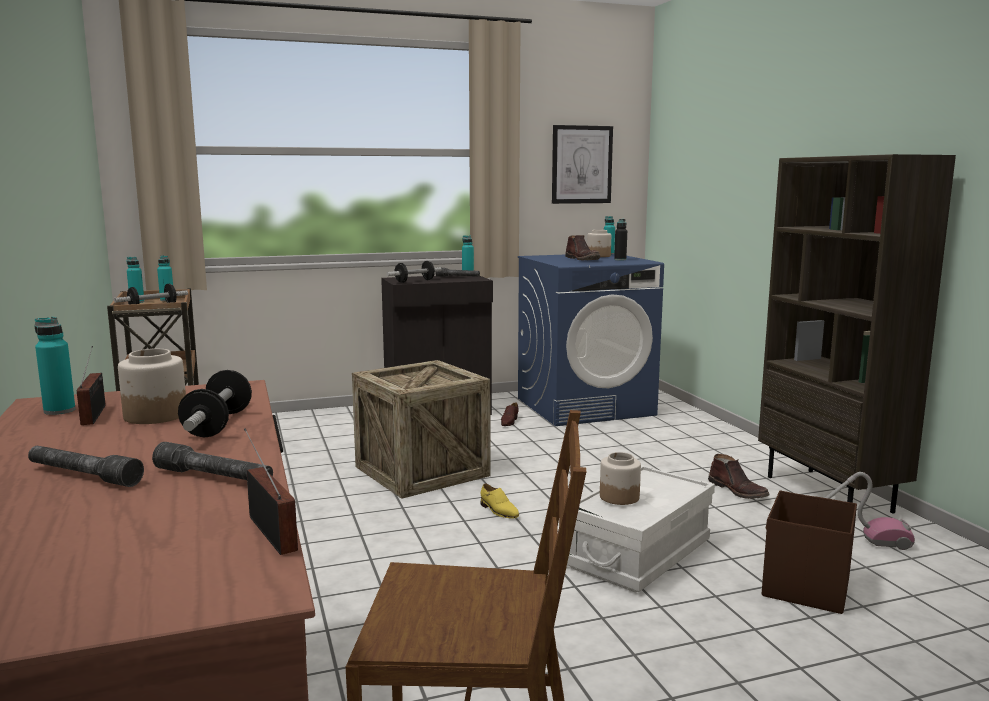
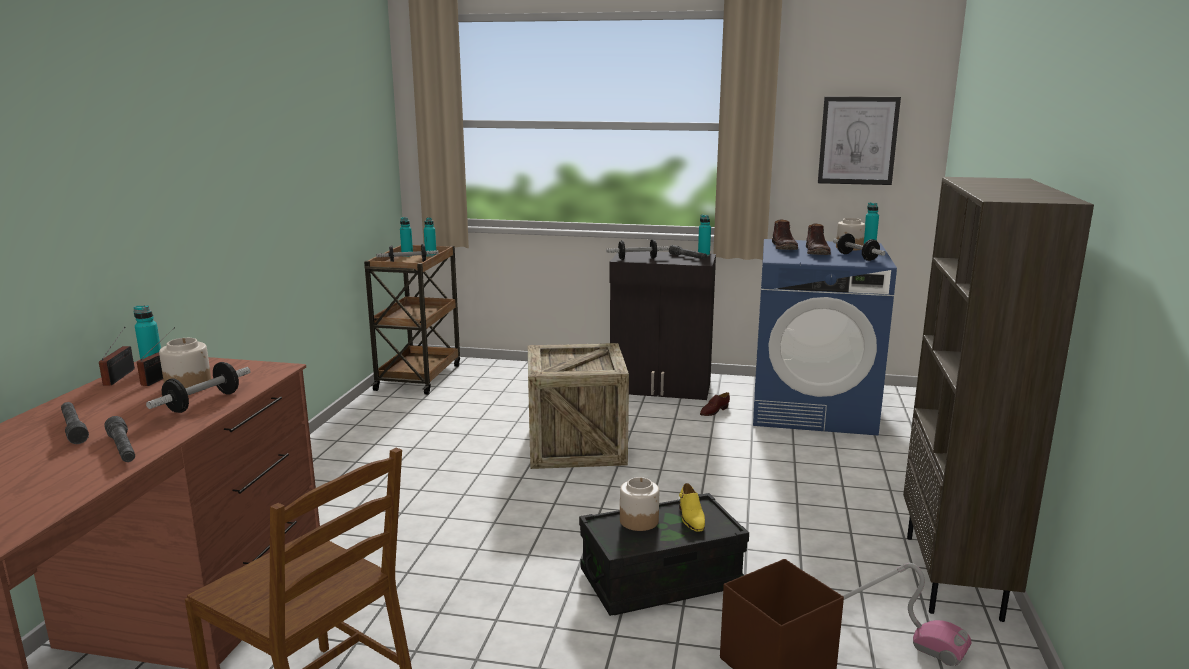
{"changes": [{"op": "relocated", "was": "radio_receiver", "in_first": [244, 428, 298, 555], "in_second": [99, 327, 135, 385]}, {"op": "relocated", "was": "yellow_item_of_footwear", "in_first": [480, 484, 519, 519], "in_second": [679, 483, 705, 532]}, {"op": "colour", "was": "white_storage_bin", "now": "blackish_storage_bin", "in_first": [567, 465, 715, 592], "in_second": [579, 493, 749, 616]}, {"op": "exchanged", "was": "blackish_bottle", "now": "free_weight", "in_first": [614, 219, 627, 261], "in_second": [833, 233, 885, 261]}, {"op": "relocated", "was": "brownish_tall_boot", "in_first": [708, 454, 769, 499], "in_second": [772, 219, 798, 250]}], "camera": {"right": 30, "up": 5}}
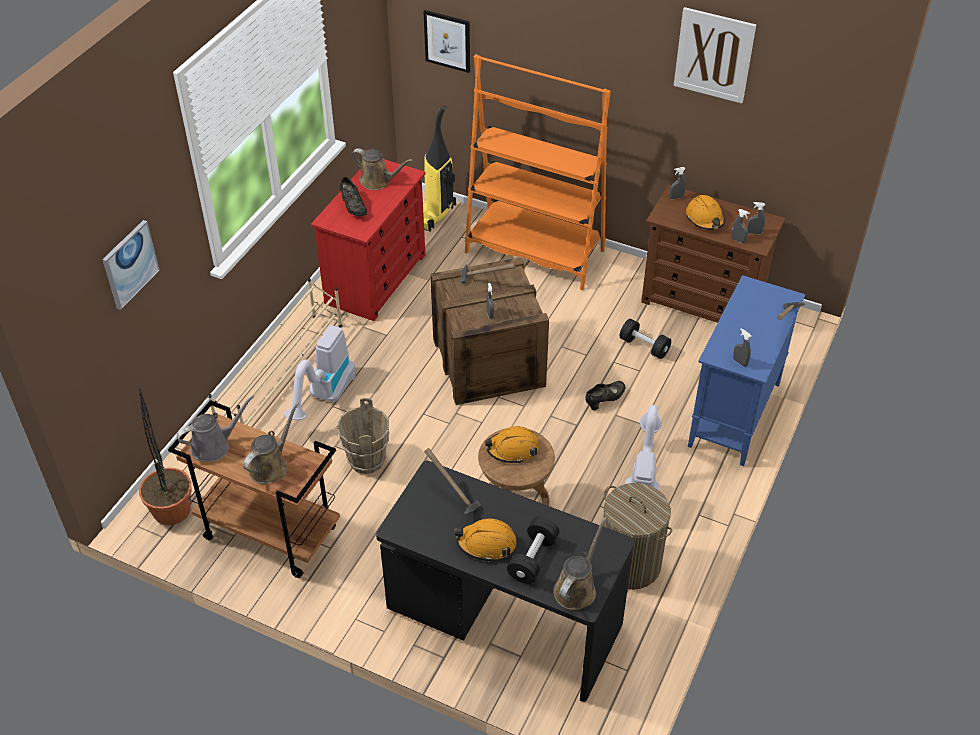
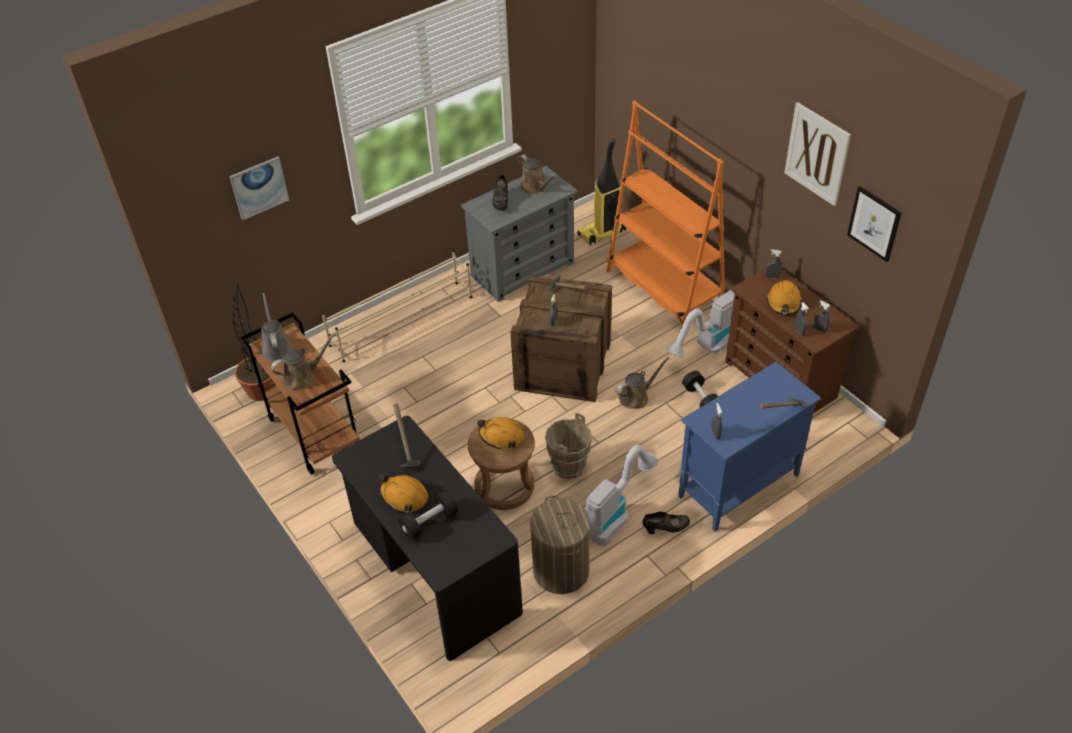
{"changes": [{"op": "spun", "was": "gray_sprinkling_can", "in_first": [177, 395, 255, 462], "in_second": [261, 293, 292, 361], "clockwise": -105}, {"op": "relocated", "was": "hoover", "in_first": [284, 325, 356, 420], "in_second": [667, 290, 735, 357]}, {"op": "colour", "was": "red_drawer_chest", "now": "gray_drawer_chest", "in_first": [311, 159, 426, 321], "in_second": [461, 166, 578, 302]}, {"op": "relocated", "was": "brownish_pail", "in_first": [337, 398, 389, 474], "in_second": [545, 413, 592, 479]}, {"op": "relocated", "was": "wall_picture", "in_first": [423, 10, 470, 73], "in_second": [847, 186, 901, 262]}, {"op": "relocated", "was": "brownish_sprinkling_can", "in_first": [553, 517, 607, 610], "in_second": [616, 357, 669, 409]}, {"op": "relocated", "was": "blackish_item_of_footwear", "in_first": [585, 381, 625, 410], "in_second": [643, 511, 690, 534]}], "camera": {"right": 30, "up": 0}}
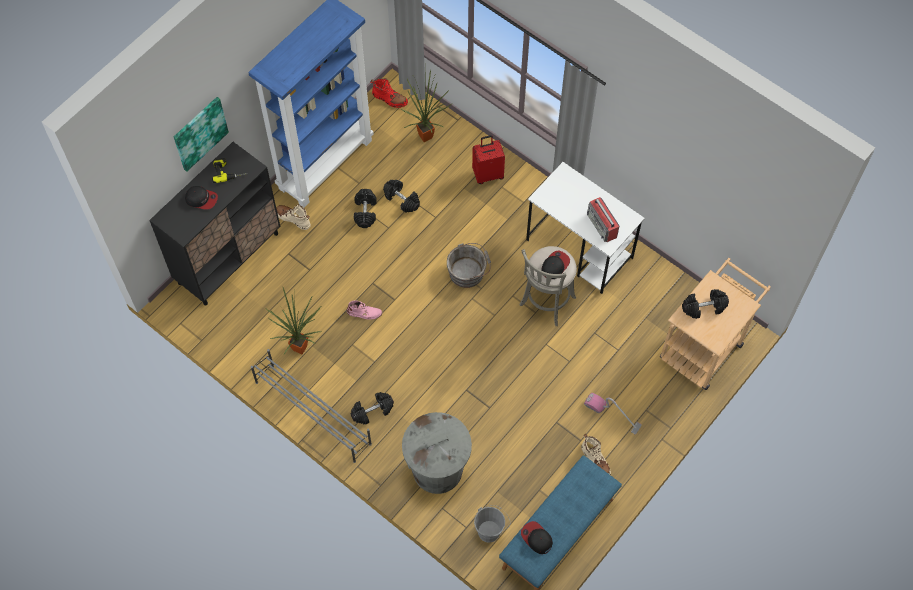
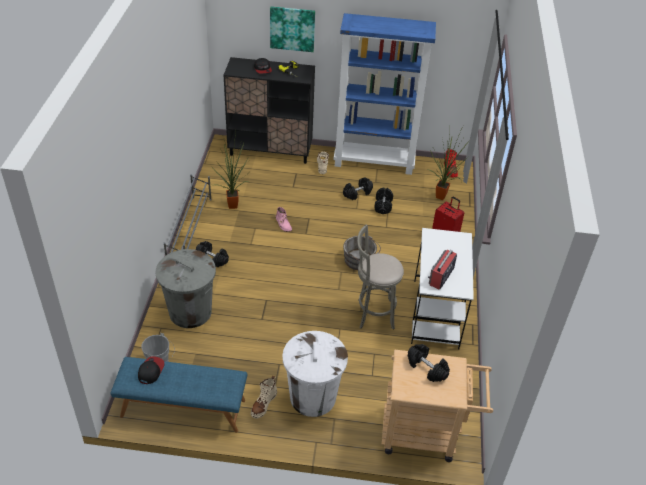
{"changes": [{"op": "missing", "was": "baseball_cap", "in_first": [541, 250, 570, 279]}, {"op": "exchanged", "was": "hoover", "now": "white_rubbish_bin", "in_first": [584, 393, 642, 435], "in_second": [282, 331, 348, 417]}], "camera": {"right": 55, "up": -20}}
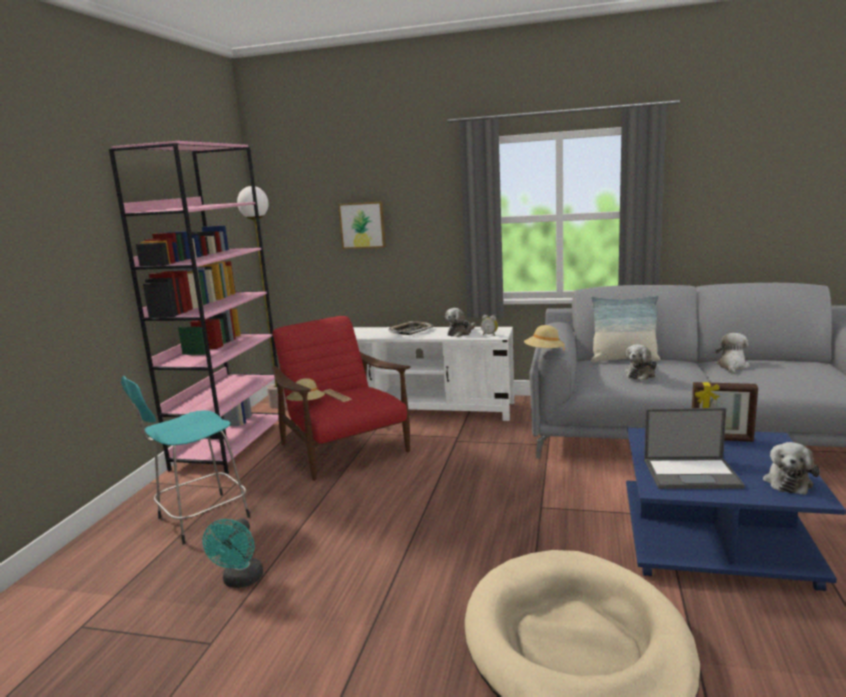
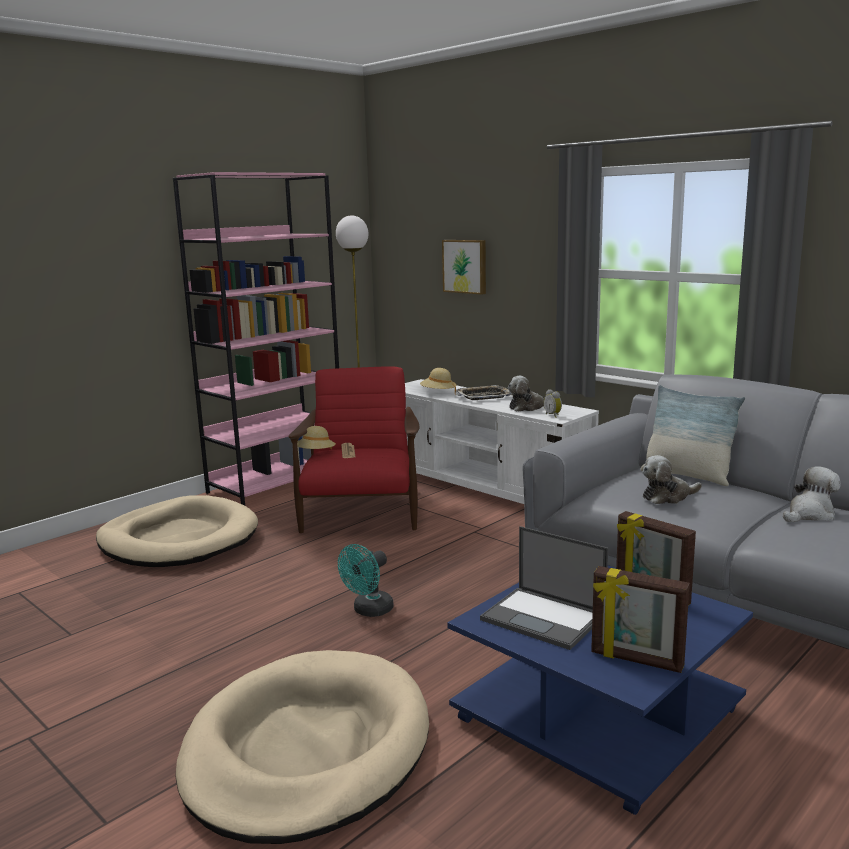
{"changes": [{"op": "exchanged", "was": "turquoise_sitting_stool", "now": "sand-coloured_dog_bed", "in_first": [121, 376, 250, 544], "in_second": [96, 495, 258, 567]}, {"op": "relocated", "was": "turquoise_electric_fan", "in_first": [202, 518, 263, 588], "in_second": [338, 544, 393, 617]}, {"op": "relocated", "was": "sand-coloured_wearable_hat", "in_first": [524, 325, 565, 350], "in_second": [420, 368, 457, 395]}, {"op": "exchanged", "was": "soft_toy", "now": "picture_frame", "in_first": [763, 442, 820, 495], "in_second": [591, 566, 690, 673]}], "camera": {"right": 30, "up": 0}}
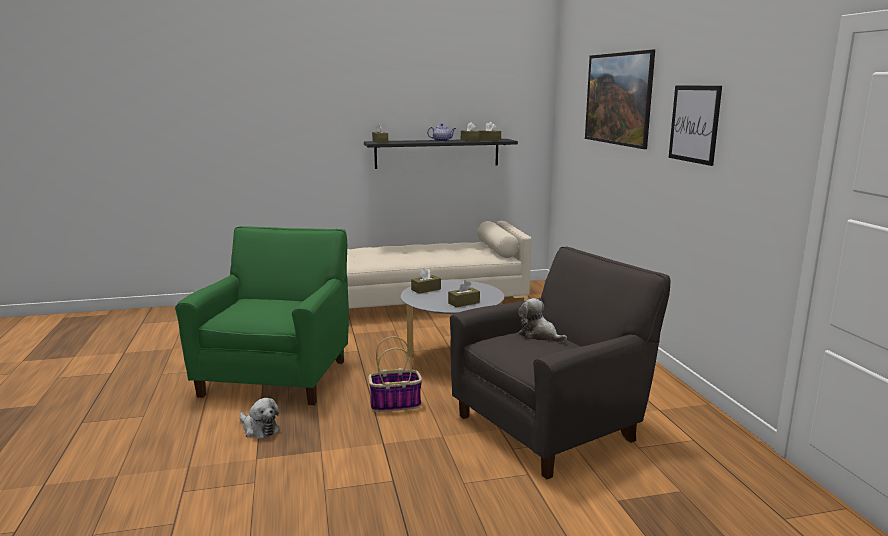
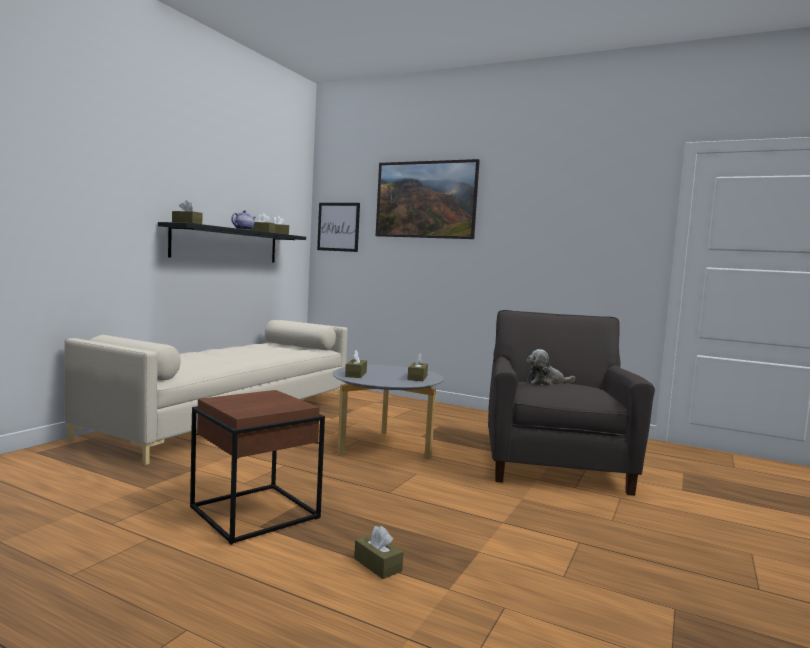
{"changes": [{"op": "exchanged", "was": "green-coloured_easy_chair", "now": "brownish_accent_table", "in_first": [175, 226, 349, 405], "in_second": [190, 390, 325, 545]}, {"op": "exchanged", "was": "soft_toy", "now": "brownish_tissue_box", "in_first": [239, 398, 279, 439], "in_second": [354, 526, 403, 579]}, {"op": "missing", "was": "basket", "in_first": [368, 336, 422, 412]}, {"op": "relocated", "was": "wall_picture", "in_first": [669, 86, 722, 166], "in_second": [317, 203, 360, 252]}], "camera": {"right": -50, "up": -10}}
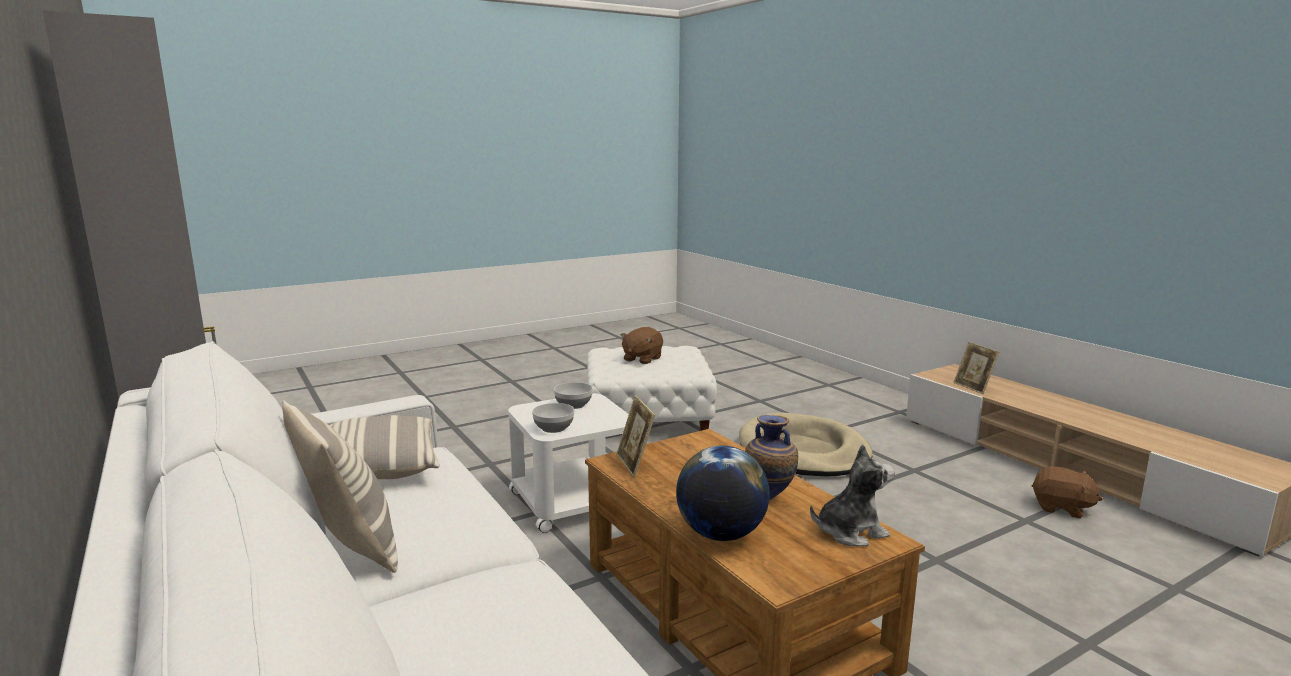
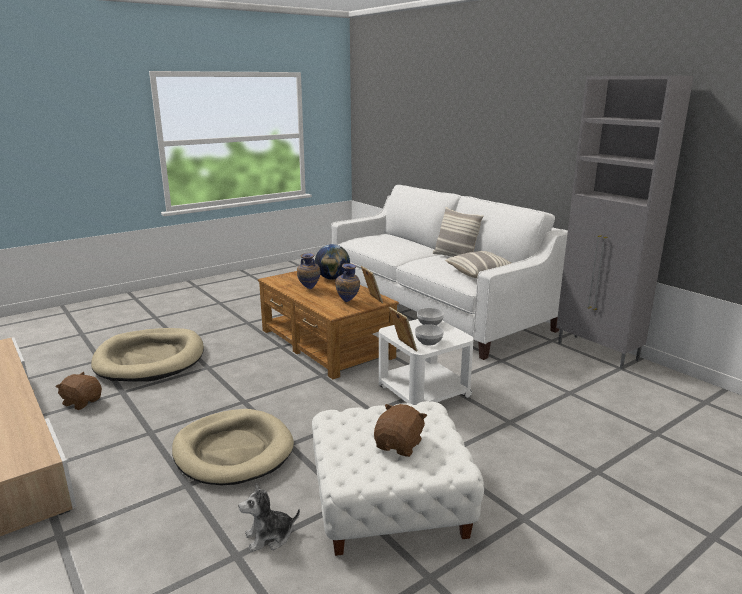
{"changes": [{"op": "relocated", "was": "soft_toy", "in_first": [810, 444, 895, 546], "in_second": [238, 483, 300, 552]}, {"op": "relocated", "was": "picture_frame", "in_first": [953, 342, 999, 394], "in_second": [389, 307, 417, 351]}, {"op": "appeared", "now": "sand-coloured_dog_bed", "in_second": [91, 328, 204, 382]}, {"op": "appeared", "now": "flower_vase", "in_second": [336, 263, 360, 302]}], "camera": {"right": 175, "up": 5}}
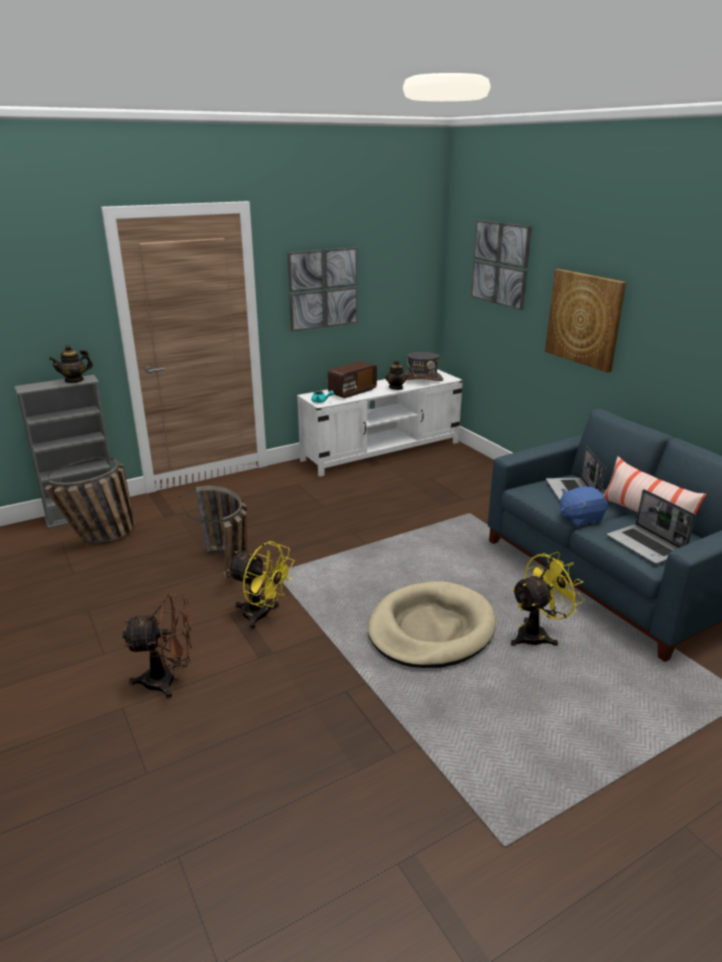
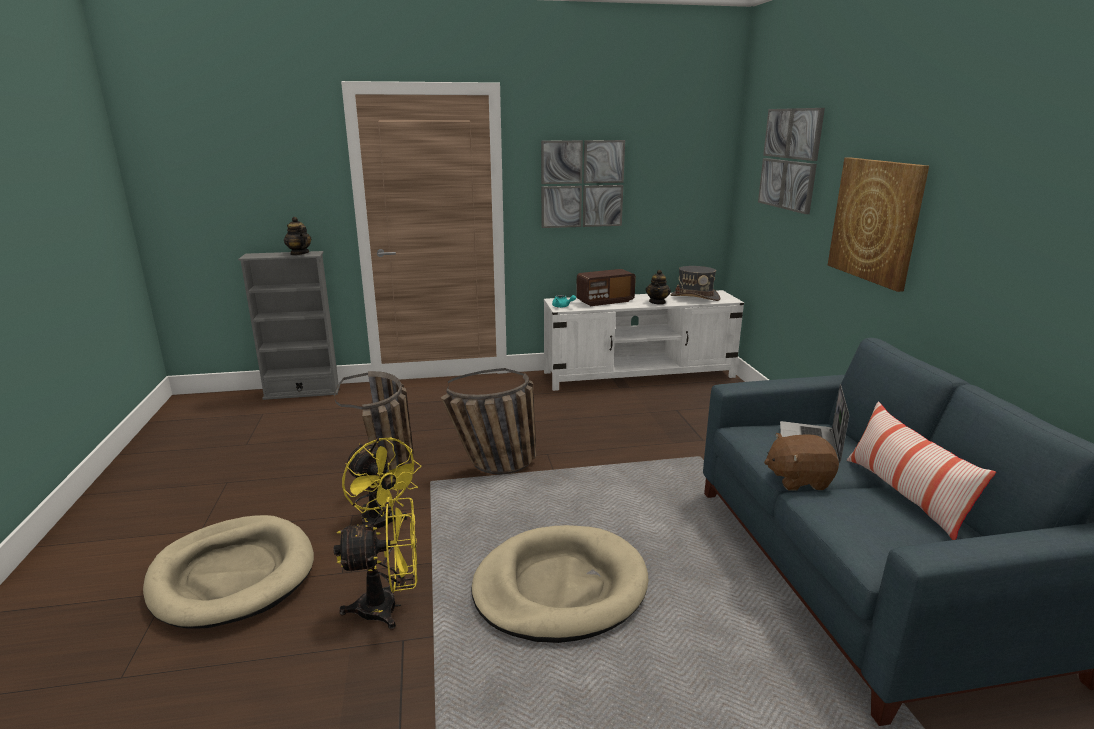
{"changes": [{"op": "relocated", "was": "basket", "in_first": [44, 456, 135, 544], "in_second": [440, 368, 536, 474]}, {"op": "spun", "was": "pot_for_tea", "in_first": [49, 345, 93, 383], "in_second": [284, 217, 311, 255], "clockwise": 60}, {"op": "exchanged", "was": "brownish_electric_fan", "now": "sand-coloured_dog_bed", "in_first": [122, 594, 192, 699], "in_second": [143, 515, 314, 629]}, {"op": "relocated", "was": "yellow_electric_fan", "in_first": [511, 552, 585, 646], "in_second": [334, 497, 418, 630]}, {"op": "colour", "was": "bluish_soft_toy", "now": "brownish_soft_toy", "in_first": [559, 486, 608, 528], "in_second": [764, 433, 839, 491]}, {"op": "missing", "was": "portable_computer", "in_first": [607, 489, 696, 564]}], "camera": {"right": 20, "up": -5}}
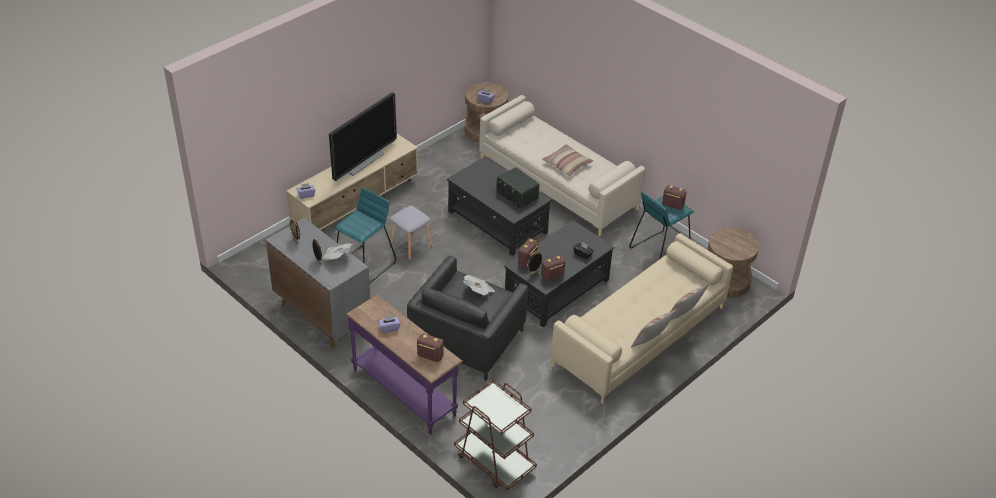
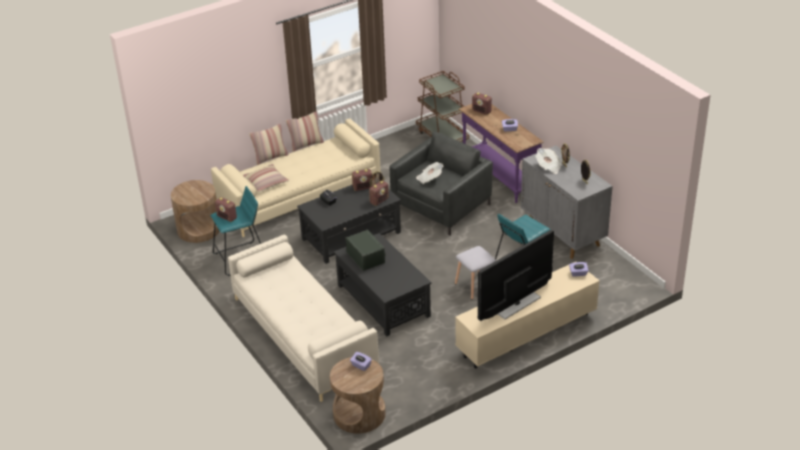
{"changes": [{"op": "relocated", "was": "pillow", "in_first": [542, 144, 593, 176], "in_second": [243, 164, 289, 192]}], "camera": {"right": -165, "up": -5}}
